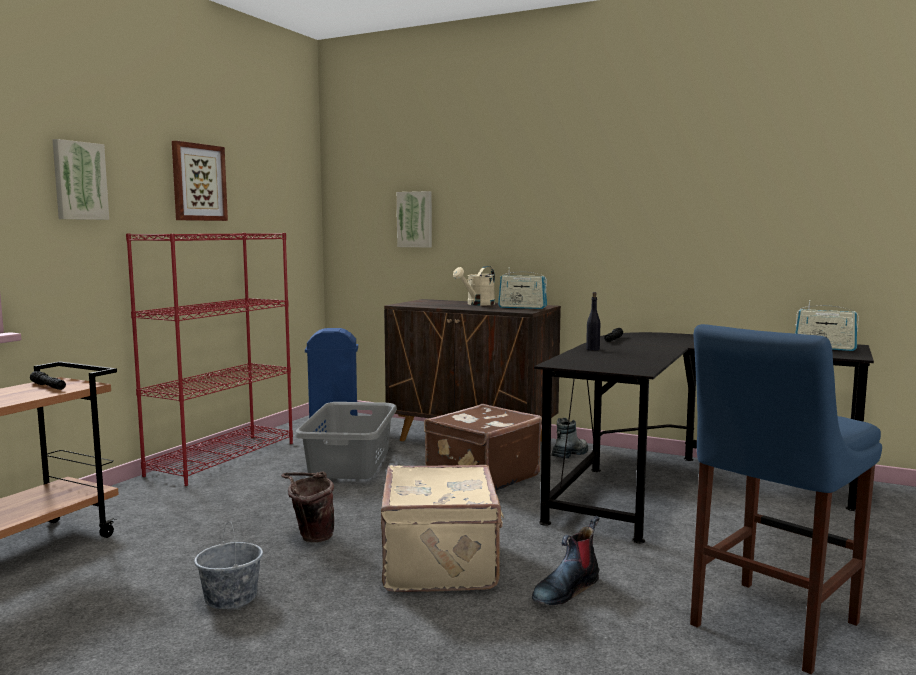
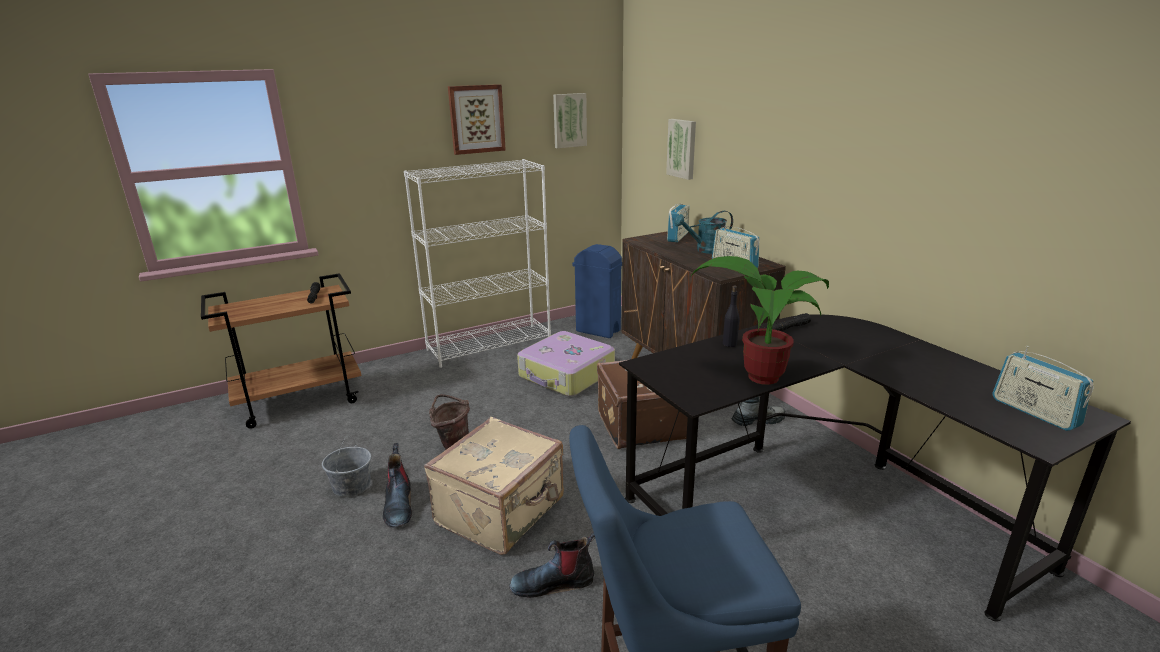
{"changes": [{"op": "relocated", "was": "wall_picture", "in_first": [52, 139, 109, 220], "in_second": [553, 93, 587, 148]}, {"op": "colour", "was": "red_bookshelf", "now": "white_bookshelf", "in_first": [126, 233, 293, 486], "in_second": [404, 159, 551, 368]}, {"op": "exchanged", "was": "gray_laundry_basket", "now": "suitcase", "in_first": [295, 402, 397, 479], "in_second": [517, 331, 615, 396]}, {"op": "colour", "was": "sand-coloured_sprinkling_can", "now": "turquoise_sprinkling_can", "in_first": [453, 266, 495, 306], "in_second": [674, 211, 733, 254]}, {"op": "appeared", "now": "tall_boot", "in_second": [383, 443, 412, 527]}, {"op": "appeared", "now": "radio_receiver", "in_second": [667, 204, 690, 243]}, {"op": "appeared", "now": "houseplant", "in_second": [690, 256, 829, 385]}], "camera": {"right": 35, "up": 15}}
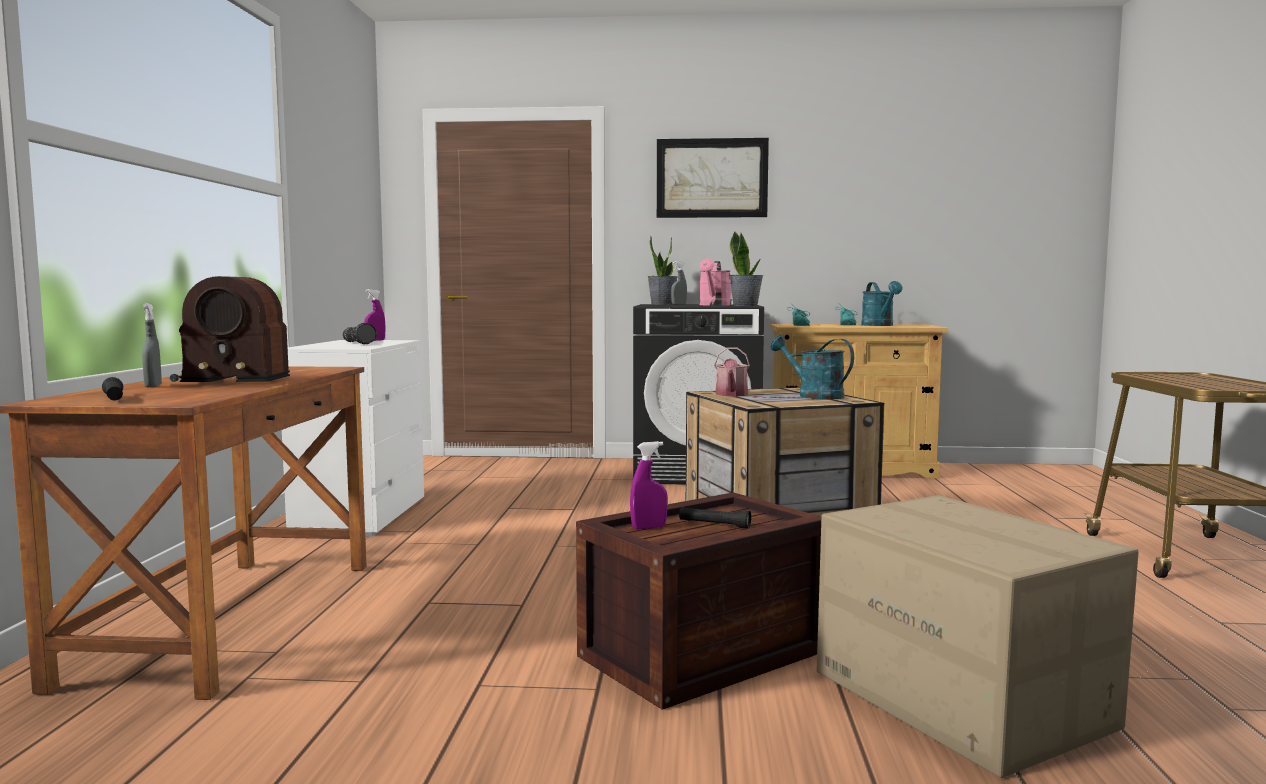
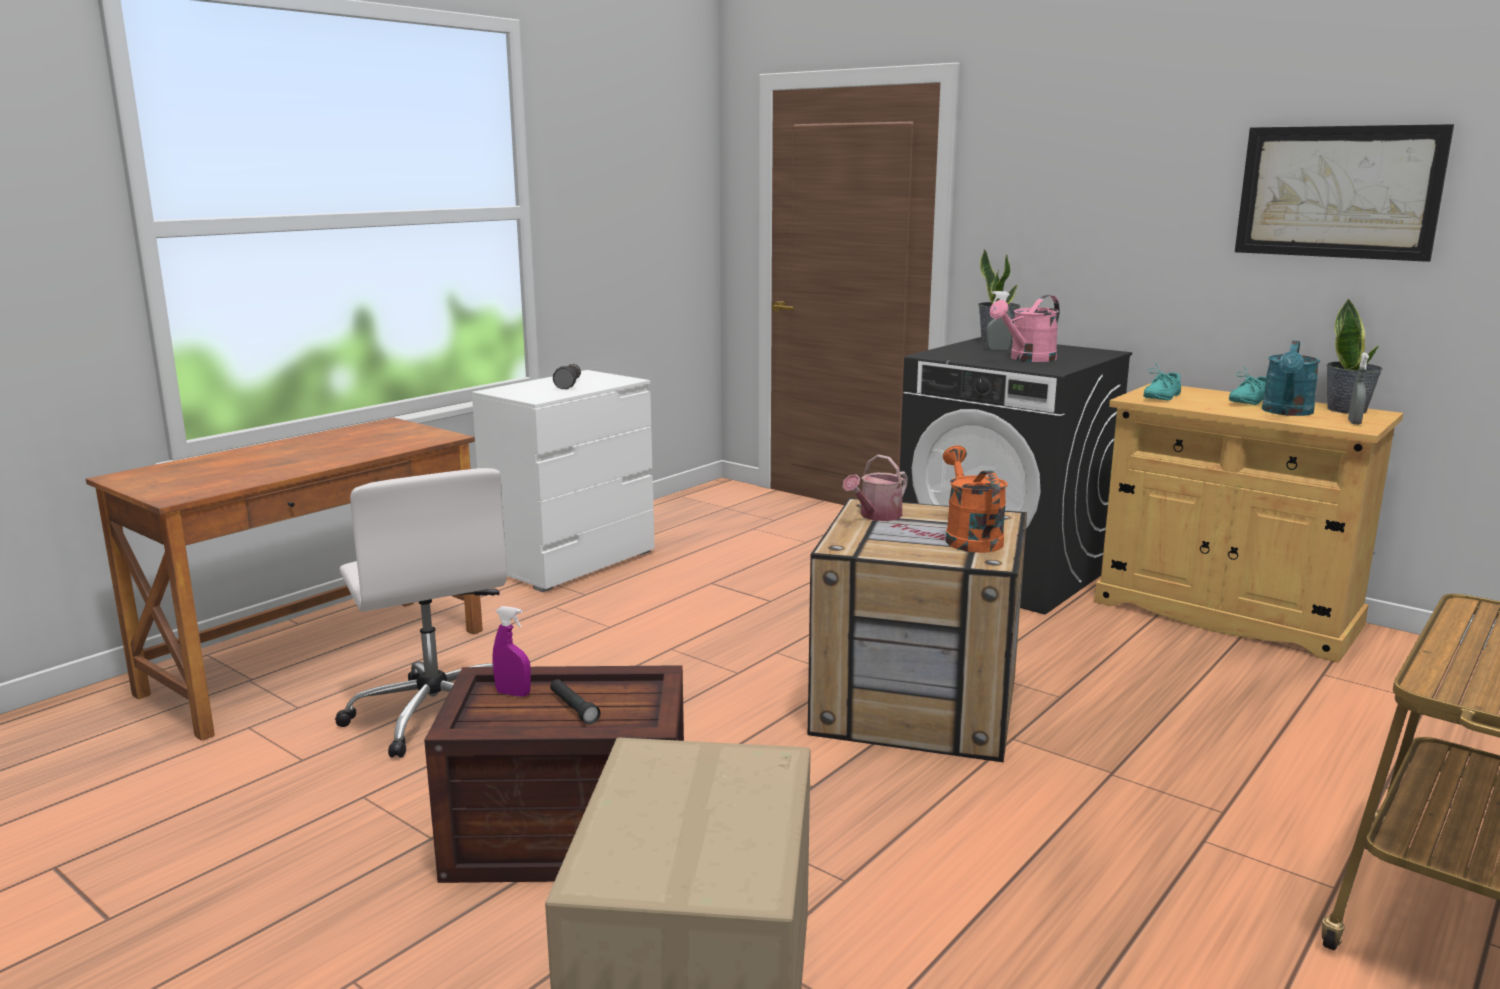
{"changes": [{"op": "missing", "was": "blackish_hand_torch", "in_first": [102, 377, 123, 400]}, {"op": "relocated", "was": "gray_spray_bottle", "in_first": [142, 303, 162, 387], "in_second": [1348, 353, 1369, 425]}, {"op": "missing", "was": "radio_receiver", "in_first": [170, 276, 290, 382]}, {"op": "missing", "was": "purple_spray_bottle", "in_first": [364, 289, 385, 341]}, {"op": "relocated", "was": "wall_picture", "in_first": [657, 138, 769, 218], "in_second": [1235, 124, 1454, 262]}, {"op": "relocated", "was": "houseplant", "in_first": [729, 231, 763, 306], "in_second": [1327, 298, 1383, 414]}, {"op": "colour", "was": "turquoise_sprinkling_can", "now": "orange_sprinkling_can", "in_first": [770, 335, 854, 400], "in_second": [943, 445, 1008, 553]}, {"op": "appeared", "now": "white_computer_chair", "in_second": [335, 468, 507, 758]}], "camera": {"right": 35, "up": 10}}
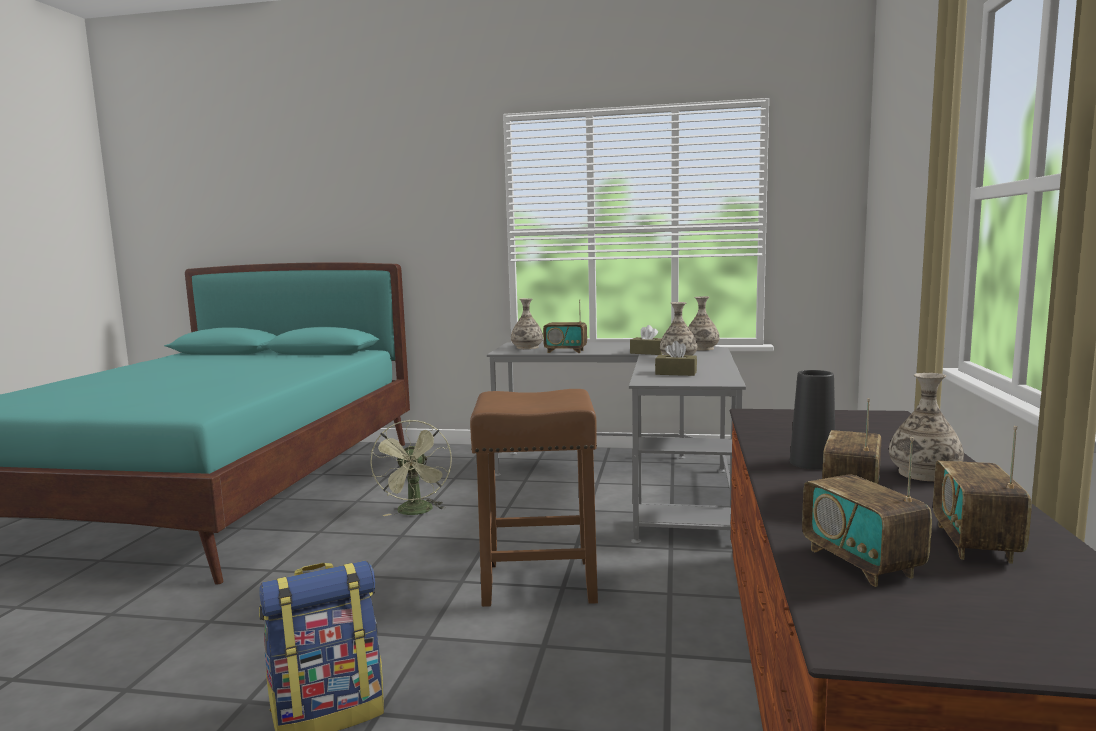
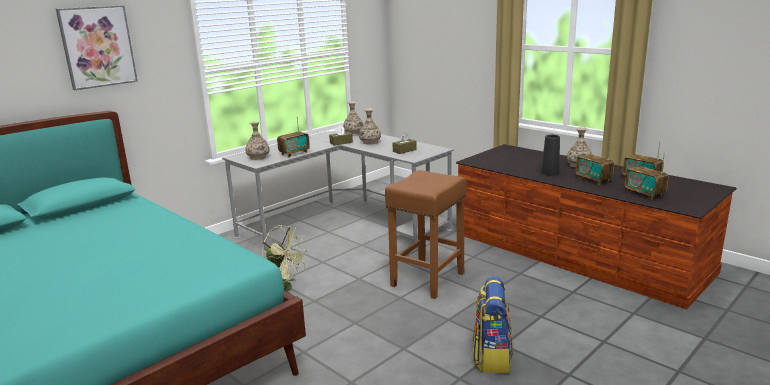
{"changes": [{"op": "spun", "was": "radio_receiver", "in_first": [802, 437, 932, 587], "in_second": [625, 153, 668, 200], "clockwise": 45}, {"op": "appeared", "now": "wall_picture", "in_second": [56, 5, 138, 90]}], "camera": {"right": -55, "up": 10}}
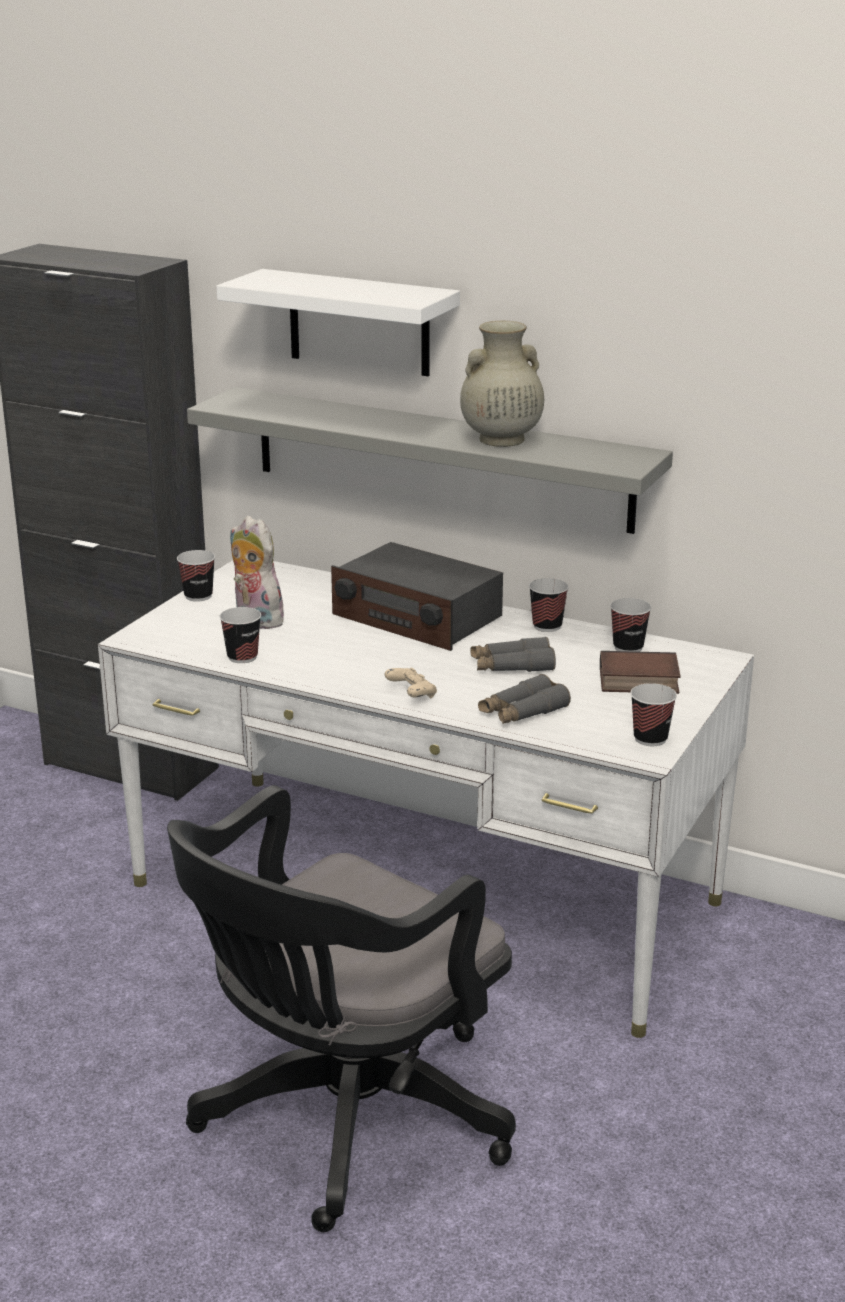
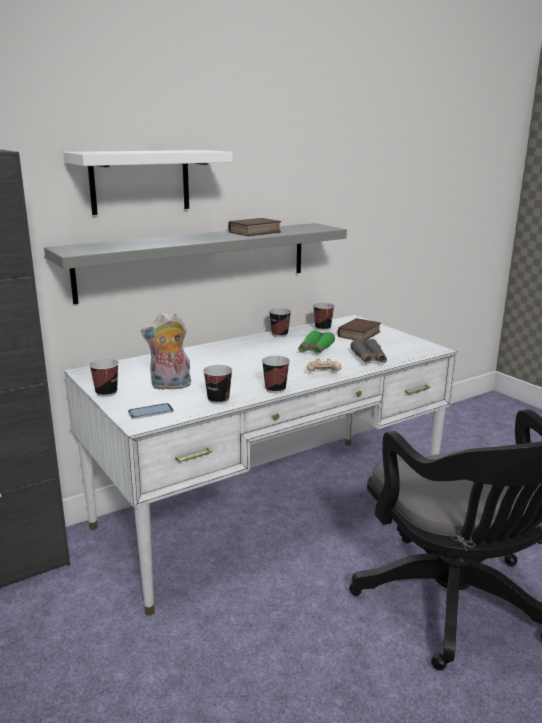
{"changes": [{"op": "missing", "was": "radio_receiver", "in_first": [331, 542, 503, 651]}, {"op": "exchanged", "was": "sand-coloured_flower_vase", "now": "volume", "in_first": [460, 321, 544, 447], "in_second": [228, 218, 281, 236]}, {"op": "colour", "was": "gray_pair_of_binoculars", "now": "green-coloured_pair_of_binoculars", "in_first": [471, 637, 556, 672], "in_second": [298, 330, 335, 354]}, {"op": "relocated", "was": "drinking_cup", "in_first": [630, 683, 677, 746], "in_second": [262, 356, 290, 393]}, {"op": "appeared", "now": "handset", "in_second": [128, 403, 174, 419]}], "camera": {"right": -60, "up": -5}}
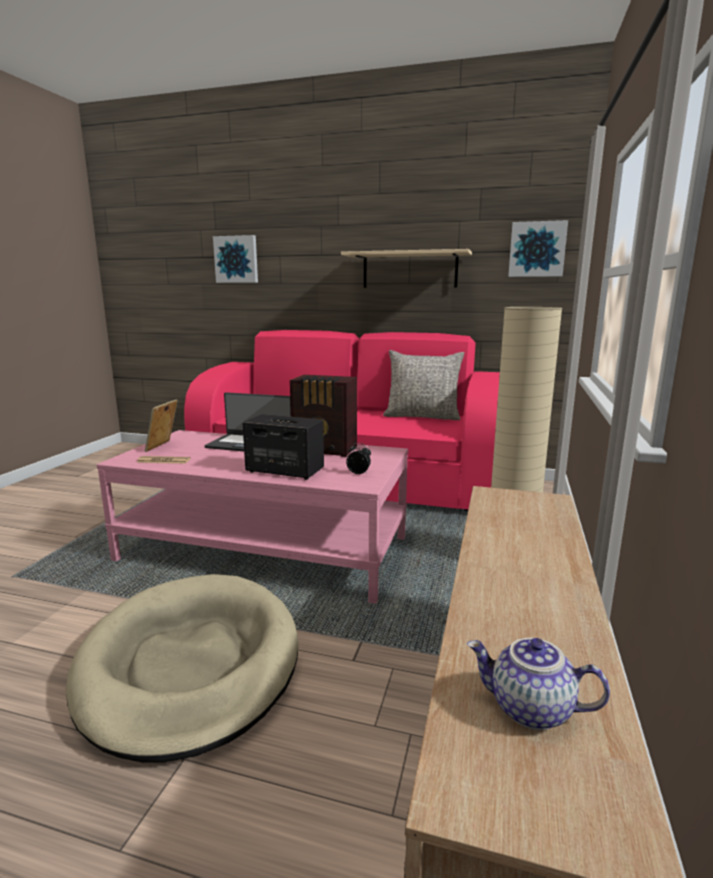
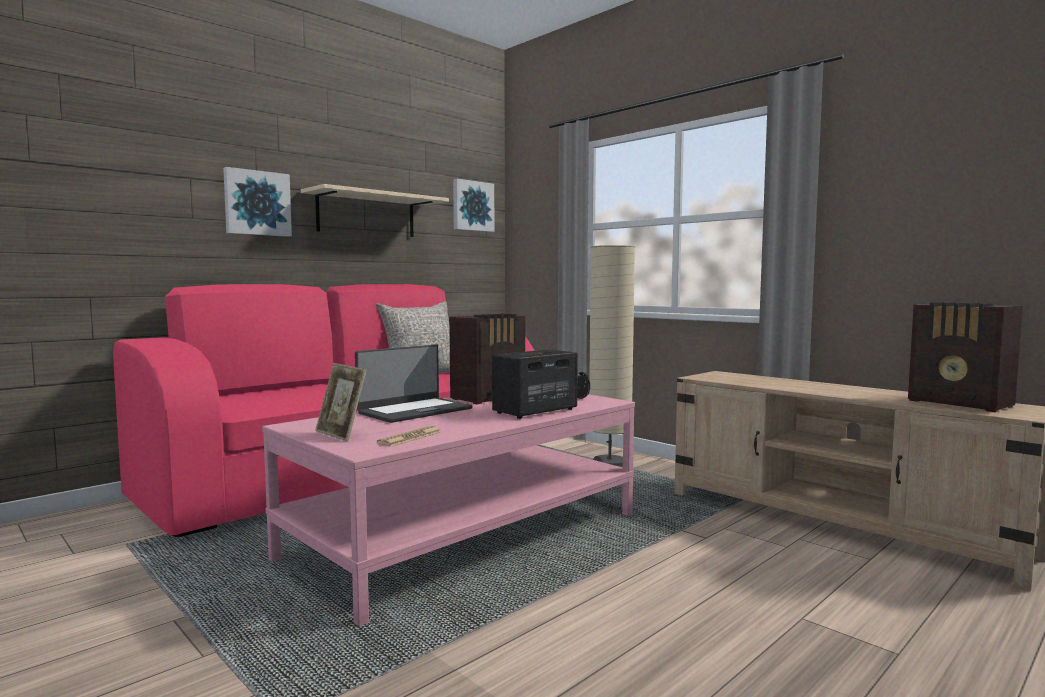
{"changes": [{"op": "missing", "was": "sand-coloured_dog_bed", "in_first": [66, 574, 298, 763]}, {"op": "relocated", "was": "wall_picture", "in_first": [213, 235, 258, 283], "in_second": [223, 167, 292, 237]}, {"op": "exchanged", "was": "pot_for_tea", "now": "radio_receiver", "in_first": [467, 638, 610, 730], "in_second": [908, 302, 1023, 412]}], "camera": {"right": -60, "up": -10}}
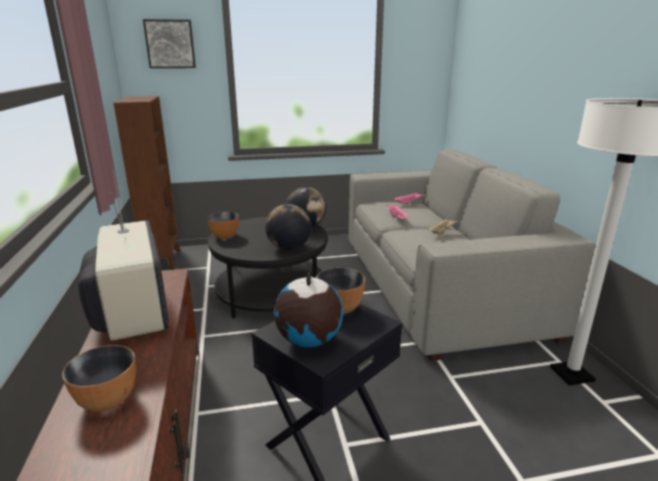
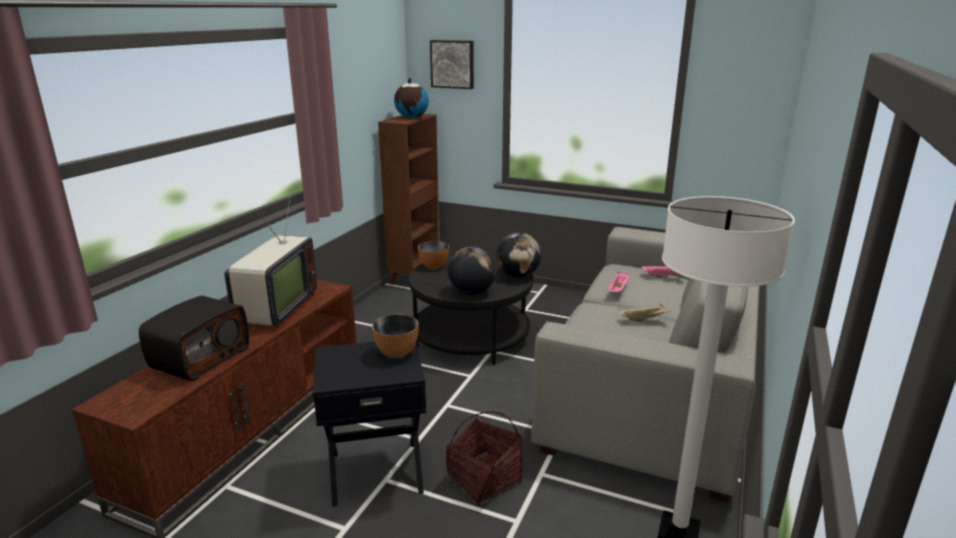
{"changes": [{"op": "exchanged", "was": "serving_bowl", "now": "radio_receiver", "in_first": [62, 345, 136, 412], "in_second": [139, 296, 249, 381]}, {"op": "relocated", "was": "world_globe", "in_first": [274, 273, 343, 347], "in_second": [394, 78, 429, 118]}, {"op": "appeared", "now": "basket", "in_second": [446, 412, 522, 506]}], "camera": {"right": 35, "up": 0}}
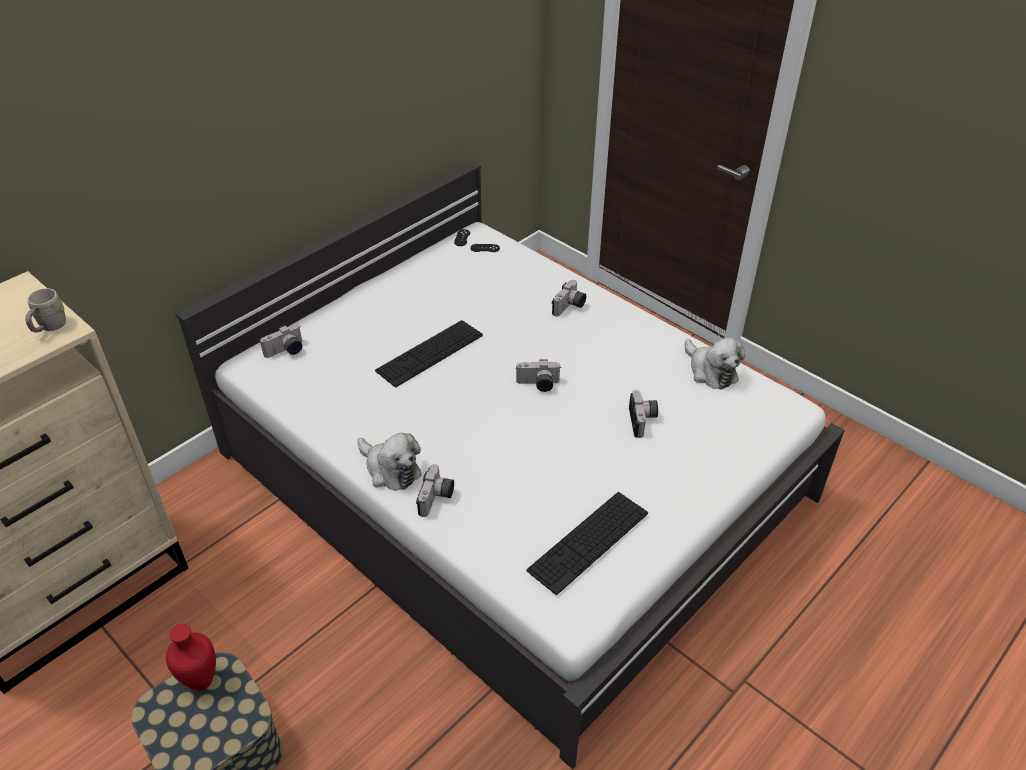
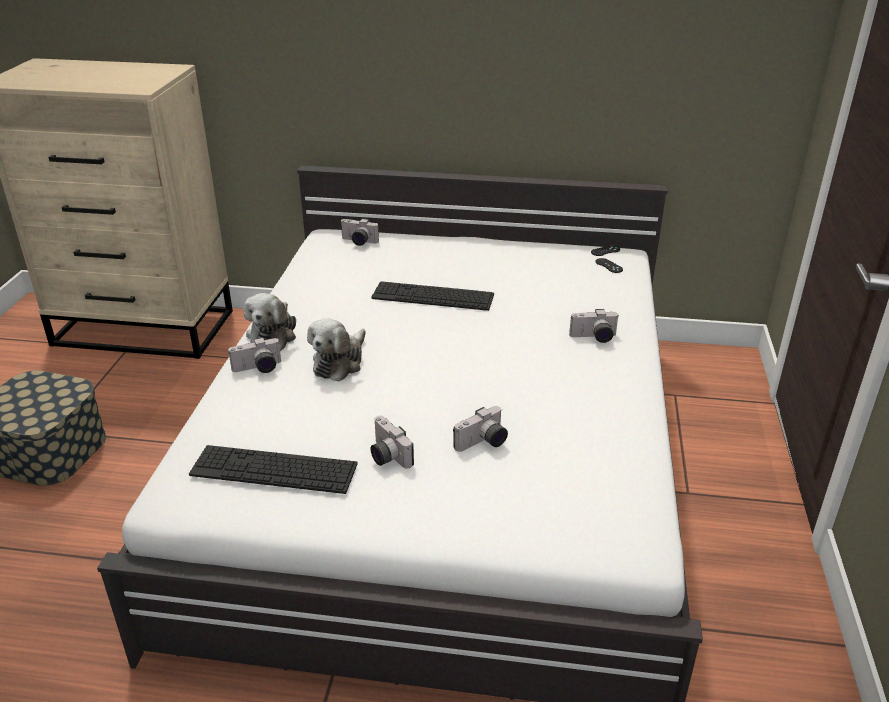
{"changes": [{"op": "missing", "was": "gray_coffee_mug", "in_first": [25, 288, 66, 332]}, {"op": "missing", "was": "red_flower_vase", "in_first": [166, 624, 216, 691]}, {"op": "relocated", "was": "photo_camera", "in_first": [516, 359, 560, 392], "in_second": [371, 416, 414, 469]}, {"op": "relocated", "was": "soft_toy", "in_first": [685, 338, 745, 390], "in_second": [307, 319, 366, 382]}], "camera": {"right": 55, "up": -10}}
